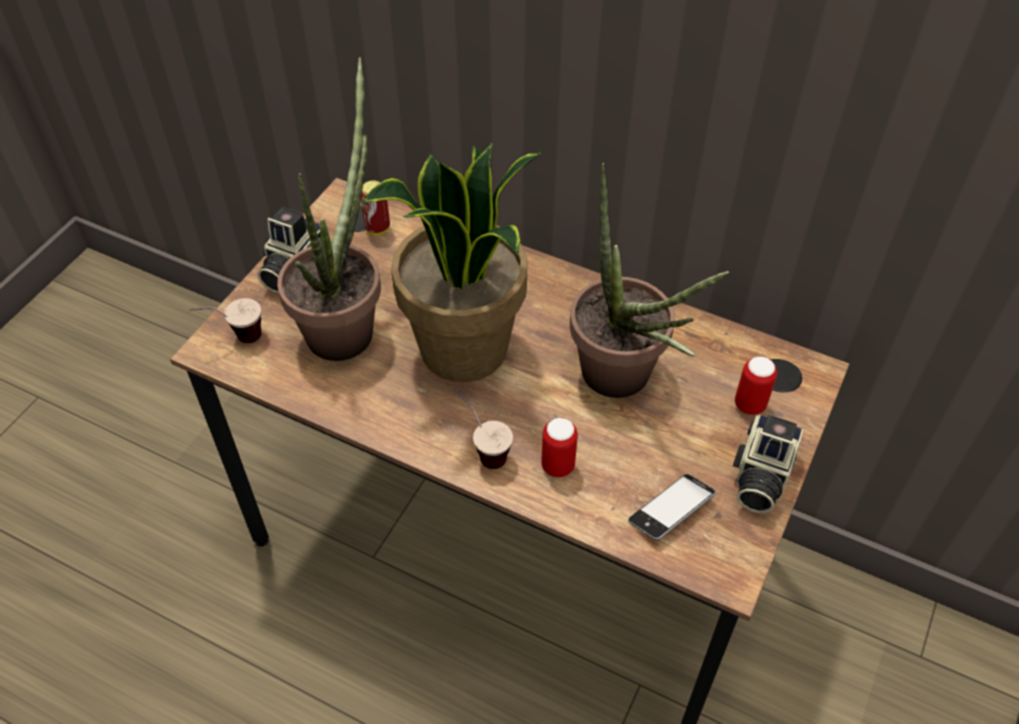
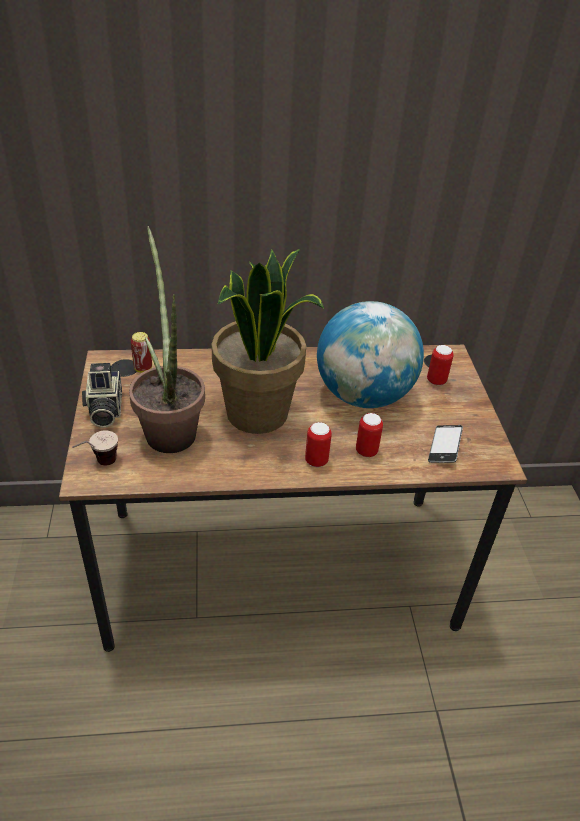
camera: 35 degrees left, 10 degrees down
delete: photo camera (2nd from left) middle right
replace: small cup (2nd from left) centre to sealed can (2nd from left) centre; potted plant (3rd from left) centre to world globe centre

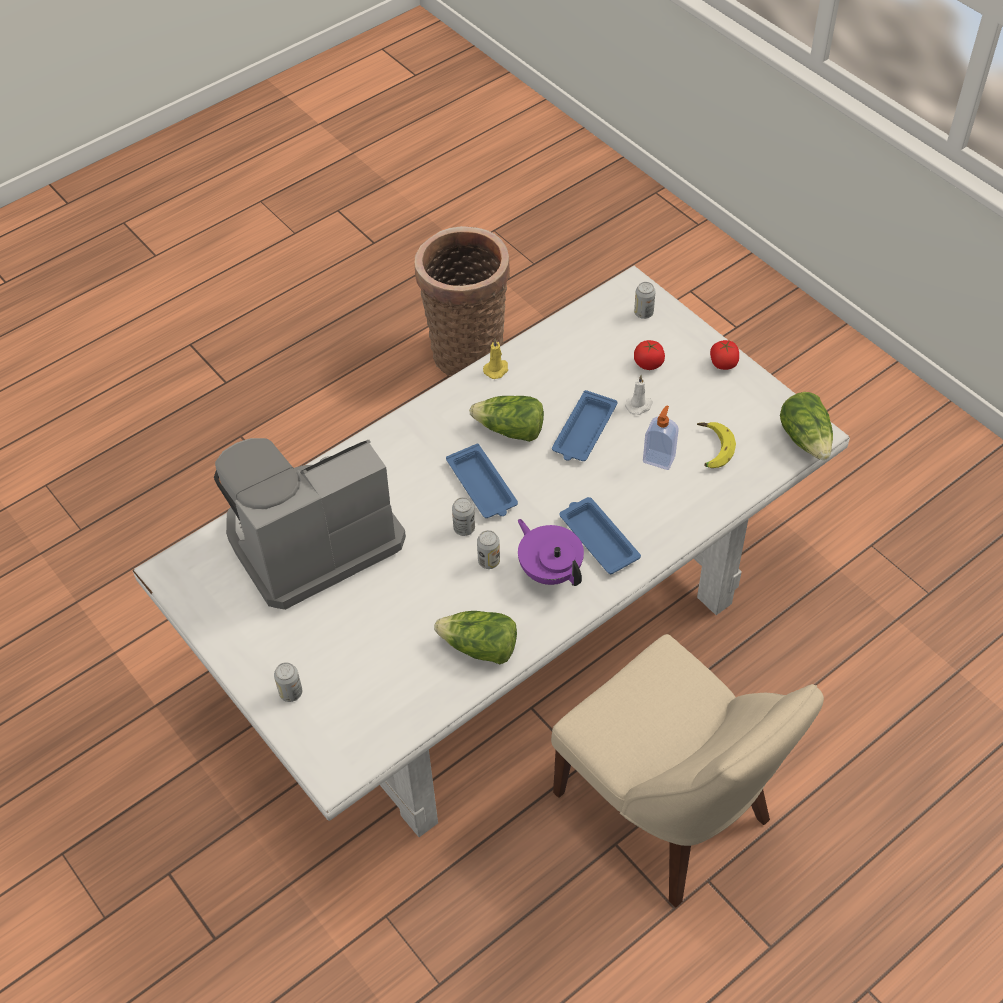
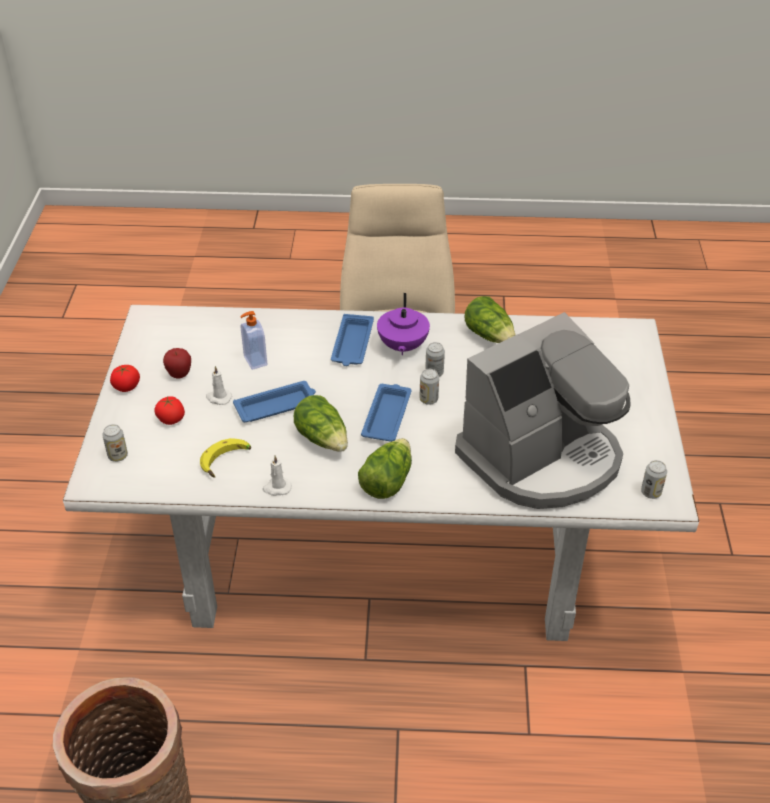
camera: 140 degrees left, 10 degrees down
insert: whole apple middle left
move: sealed can (1st from left in the first image) bottom left to sealed can (4th from left) middle right; banana fruit middle right to middle left; lettuce (3rd from left in the first image) middle right to lettuce (2nd from left) centre
recolor: wax light (yellow) centre to wax light (whitish) (2nd from left) centre
rotate: coffee machine middle left = middle right 45 degrees counterclockwise

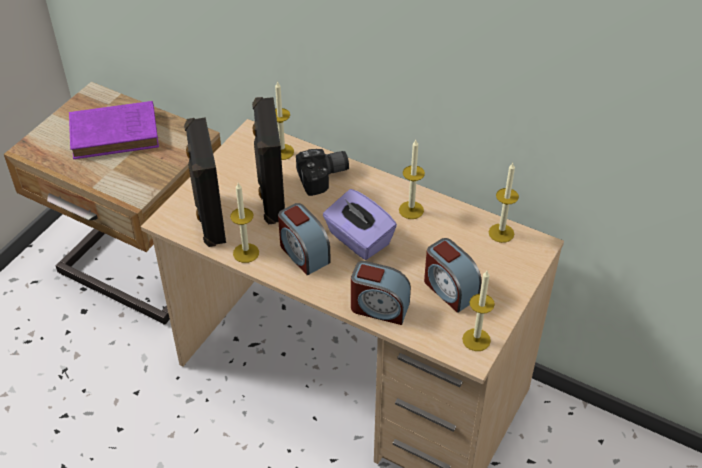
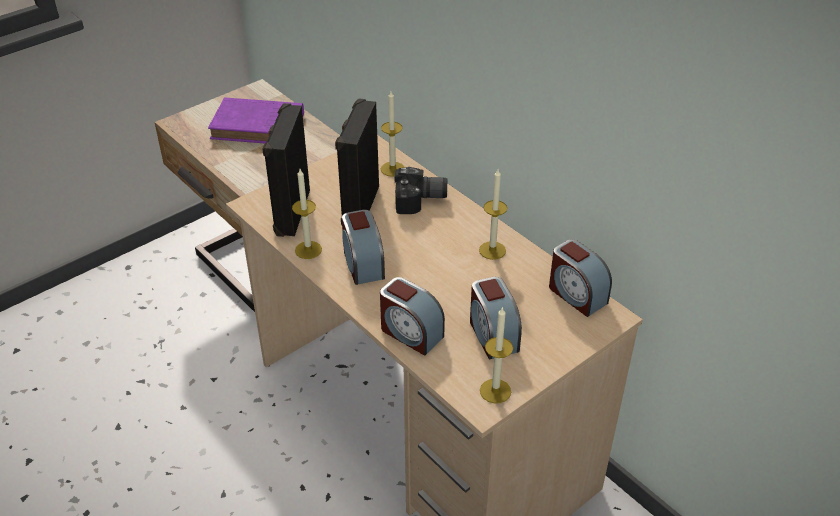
camera: 20 degrees right, 5 degrees down
delete: tissue holder (purple-coloured) centre
replace: wax light (5th from left) middle right to bedside clock (4th from left) middle right

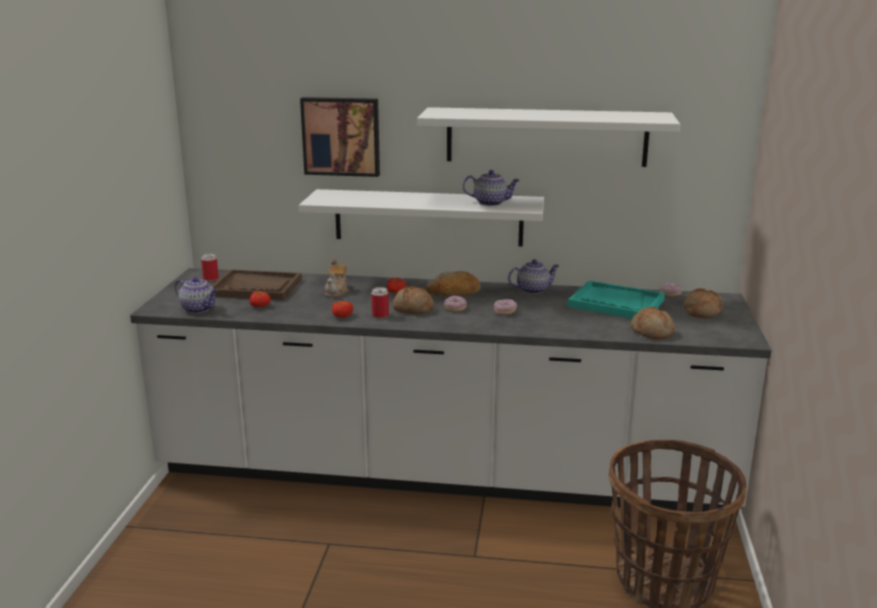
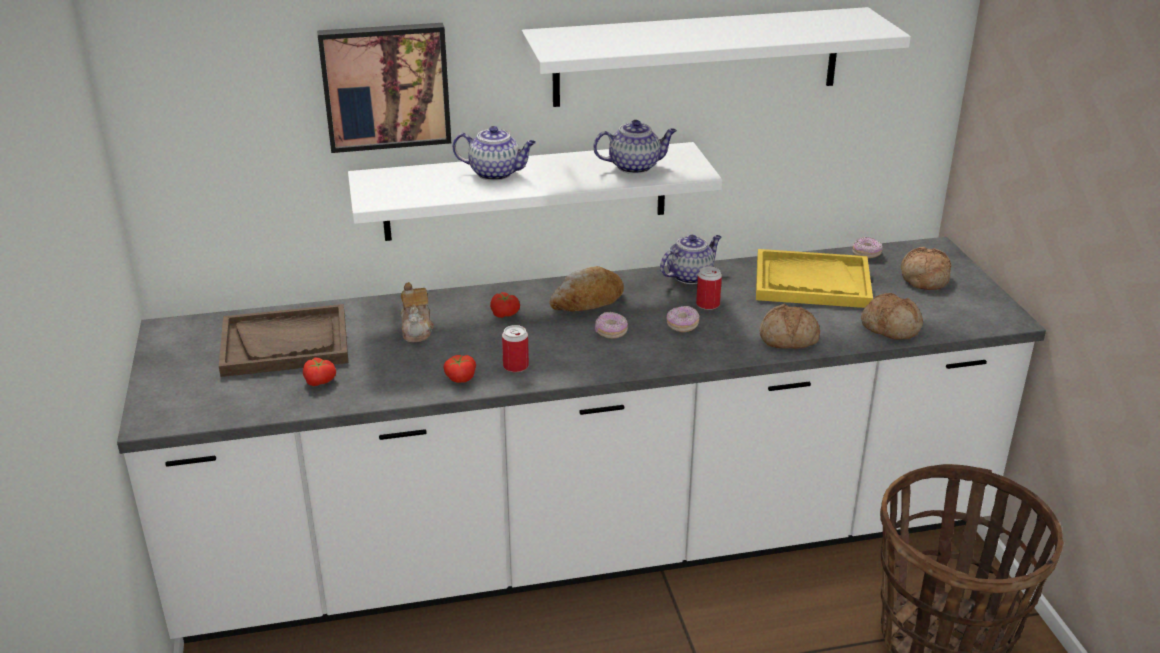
camera: 20 degrees left, 10 degrees up
move: pot for tea (1st from left in the first image) middle left to pot for tea (2nd from left) top centre; sealed can (1st from left in the first image) middle left to sealed can (2nd from left) centre; bread (1st from left in the first image) centre to bread (2nd from left) middle right
recolor: serving tray (turquoise-coloured) middle right to serving tray (yellow) middle right

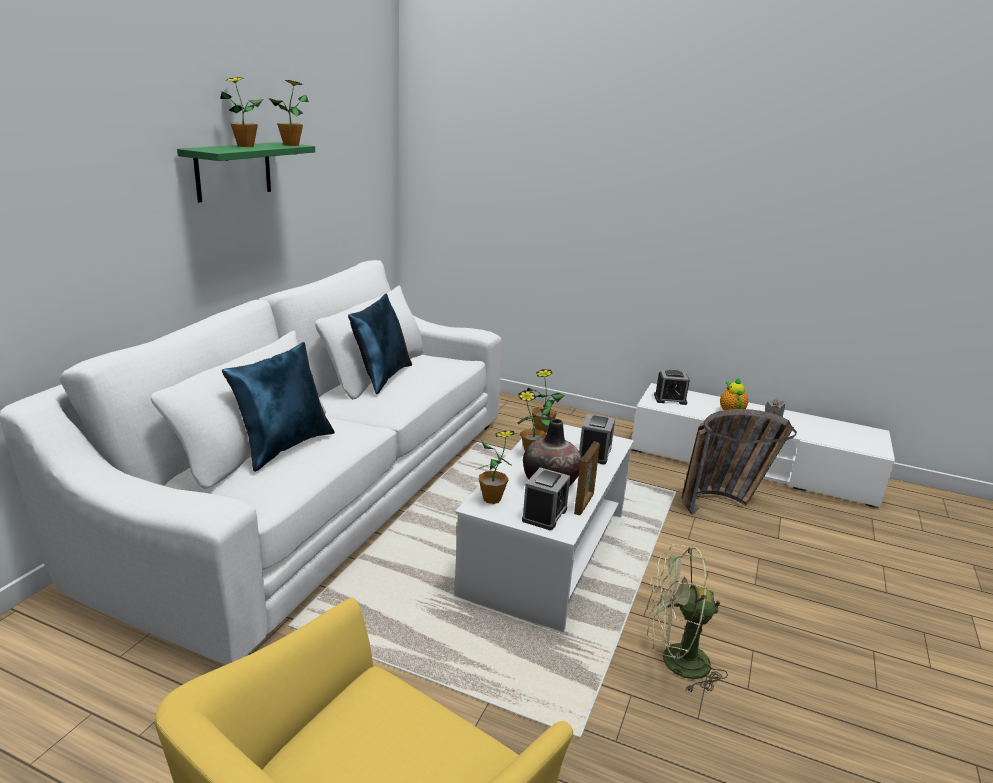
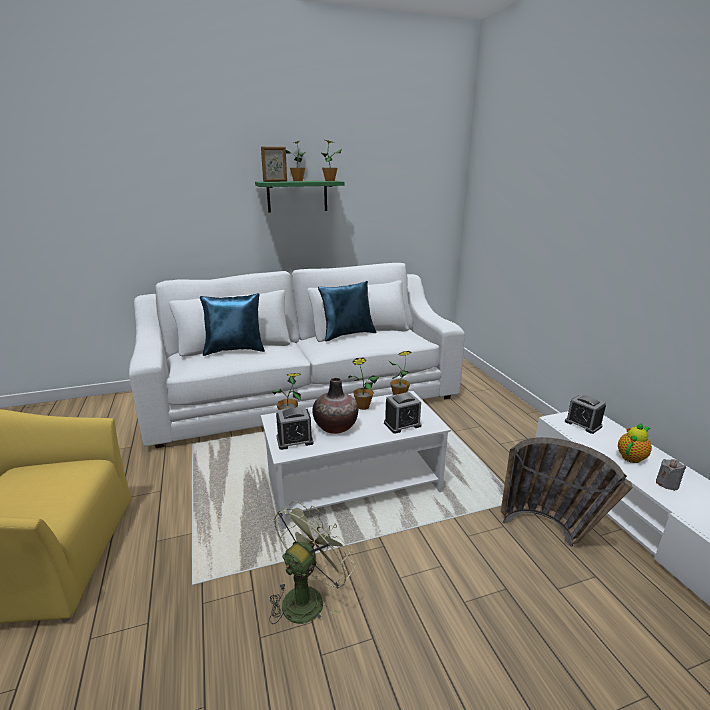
camera: 50 degrees right, 0 degrees up
move: standing frame centre to top centre
rotate: electric fan (green) bottom right = bottom centre 75 degrees clockwise

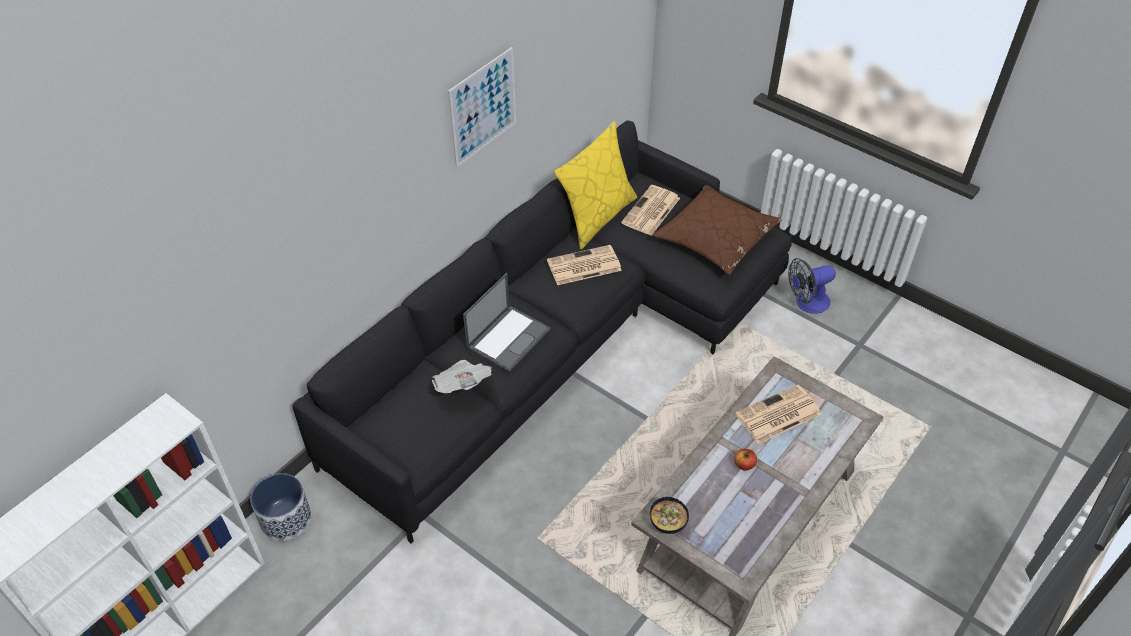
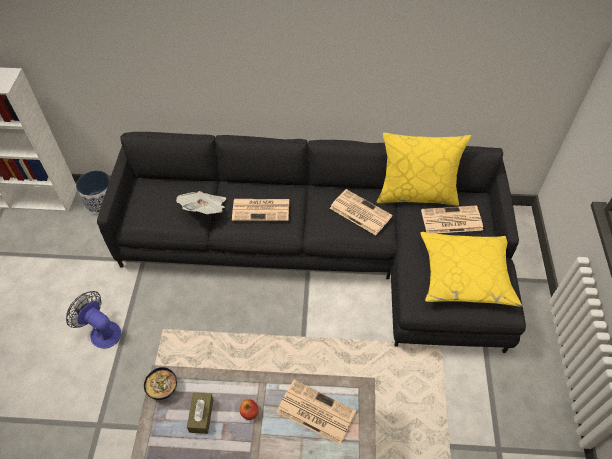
camera: 55 degrees right, 5 degrees up
delete: picture top centre
insert: tissue holder (brown-coloured) bottom left
move: electric fan middle right to bottom left
replace: notebook computer centre to daily paper (2nd from left) centre
recolor: throw pillow (brown-coloured) centre to throw pillow (yellow) (2nd from left) middle right

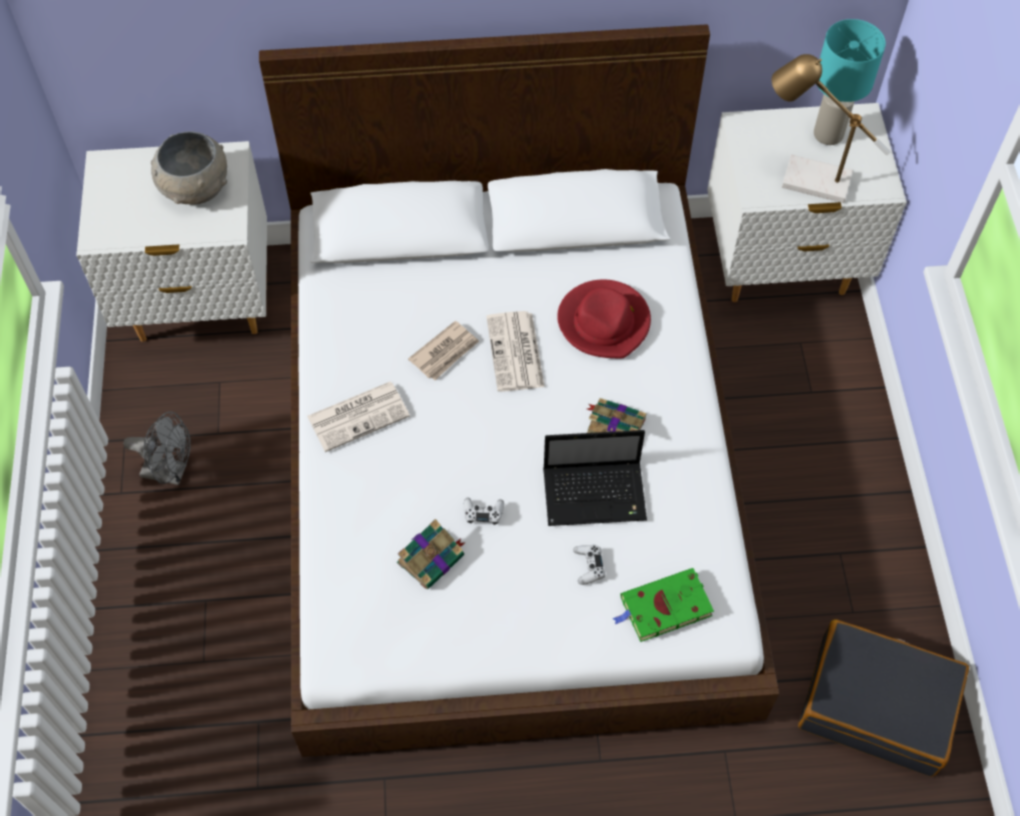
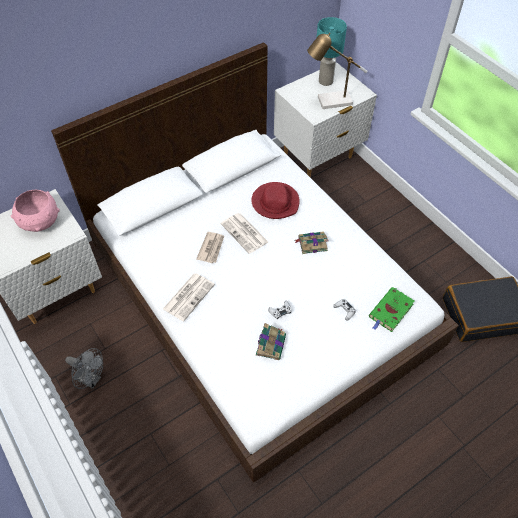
camera: 30 degrees left, 5 degrees down
delete: notebook computer centre
recolor: serving bowl (greyish) top left to serving bowl (pinkish) middle left
rotate: electric fan (greyish) middle left = bottom left 45 degrees clockwise

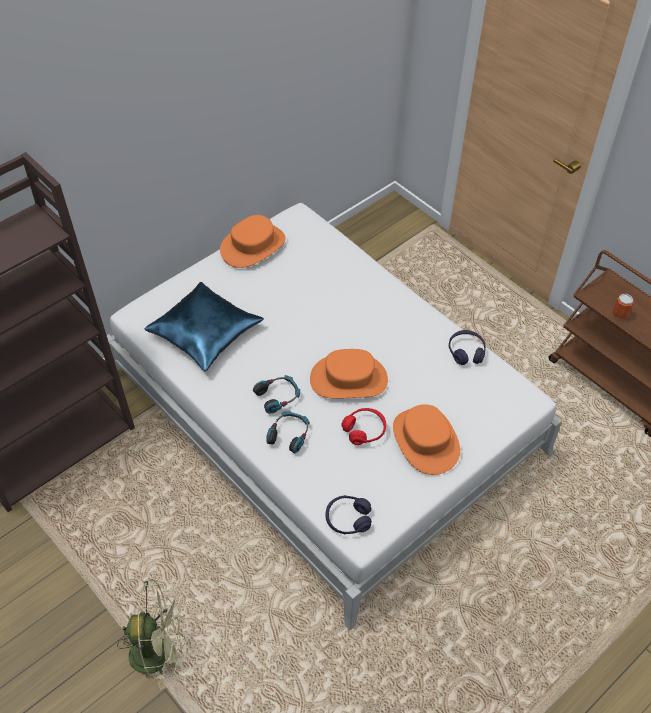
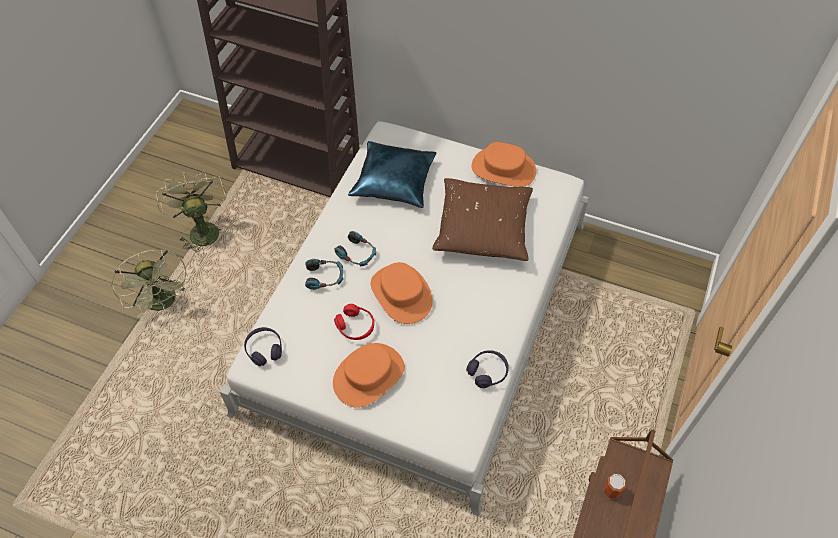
camera: 65 degrees right, 5 degrees up
insert: electric fan (green) (2nd from left) middle left; throw pillow (brown-coloured) centre

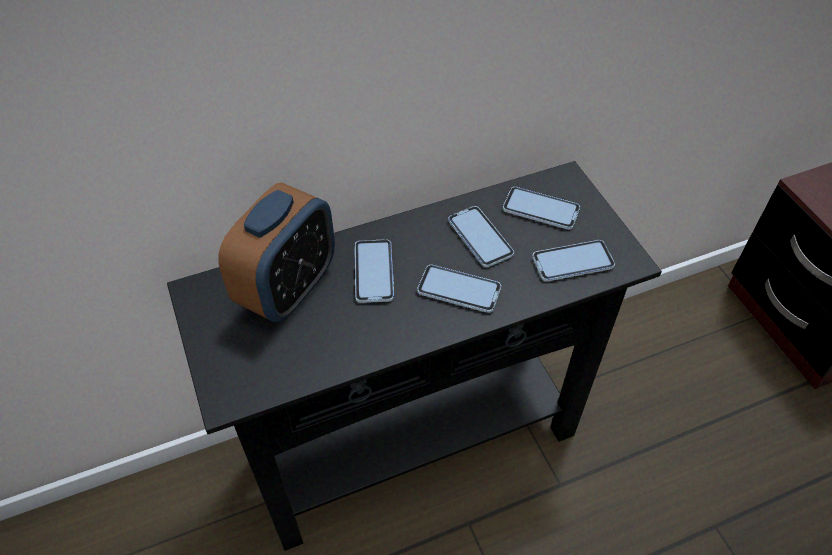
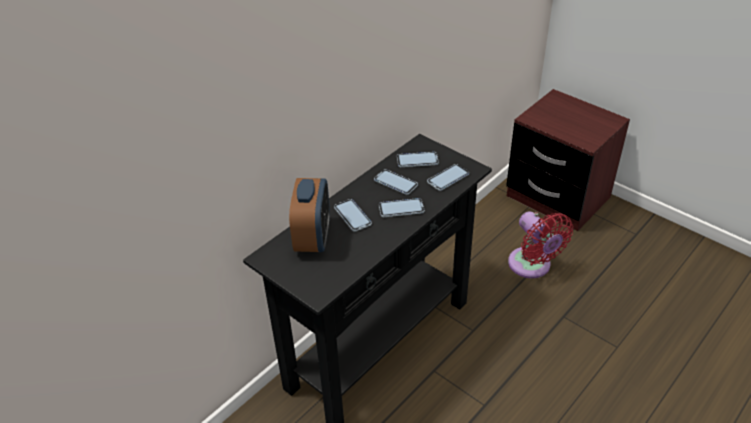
camera: 25 degrees left, 10 degrees down
insert: electric fan (reddish) middle right

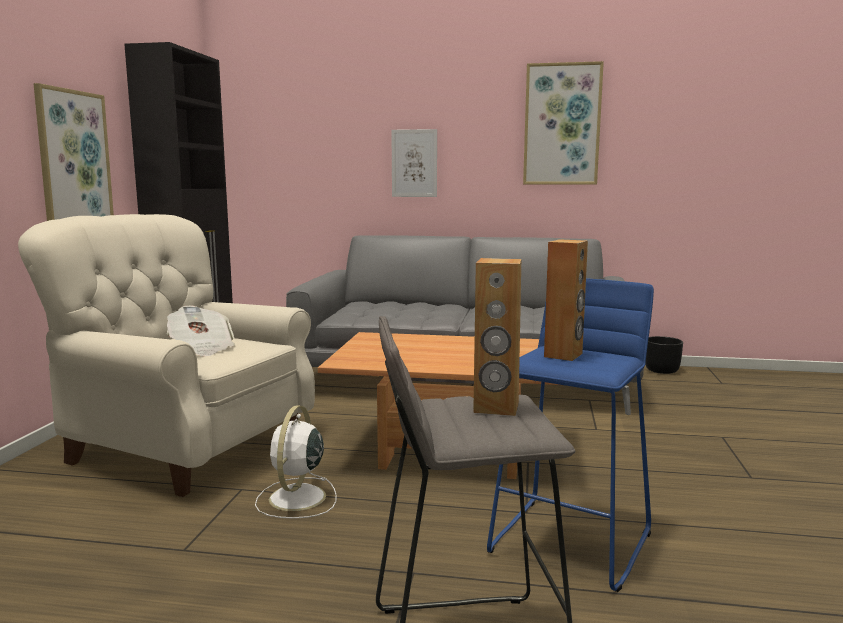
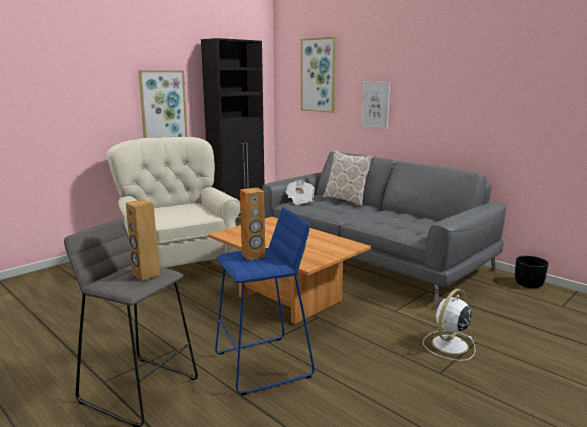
camera: 35 degrees right, 5 degrees up
insert: throw pillow centre
move: daily paper middle left to centre; electric fan (whitish) bottom centre to bottom right; picture (3rd from left in the first image) top right to picture (2nd from left) top centre

